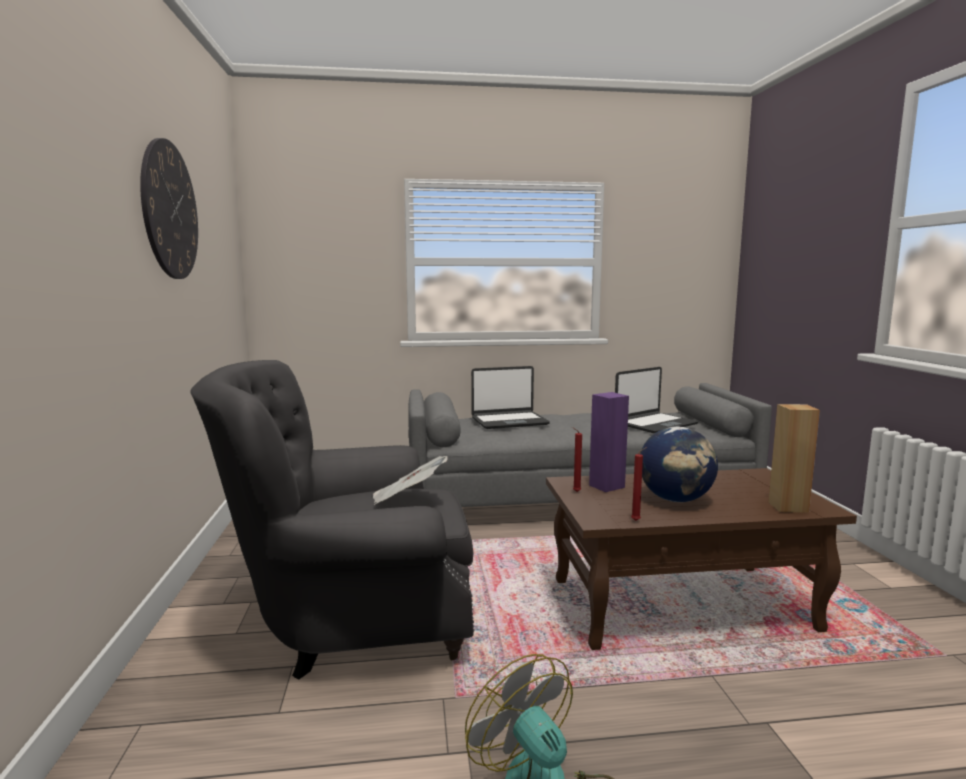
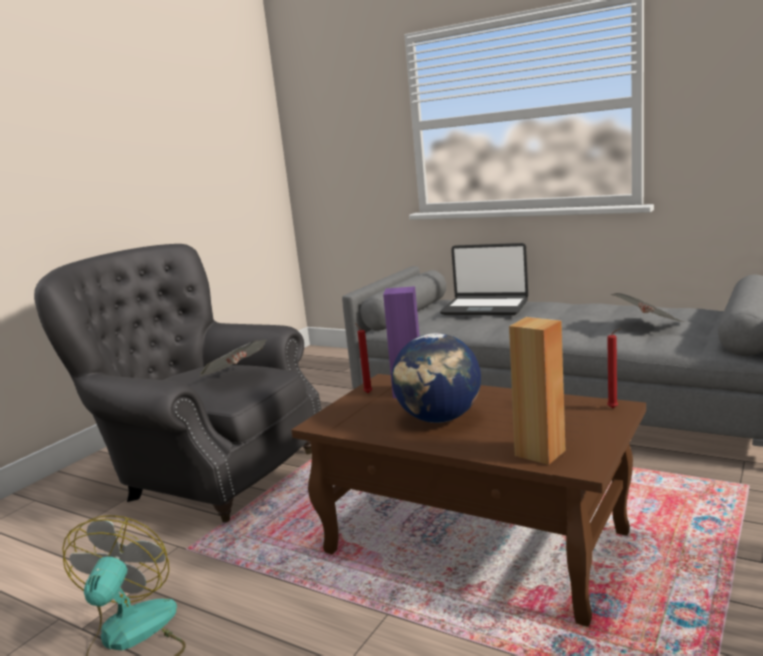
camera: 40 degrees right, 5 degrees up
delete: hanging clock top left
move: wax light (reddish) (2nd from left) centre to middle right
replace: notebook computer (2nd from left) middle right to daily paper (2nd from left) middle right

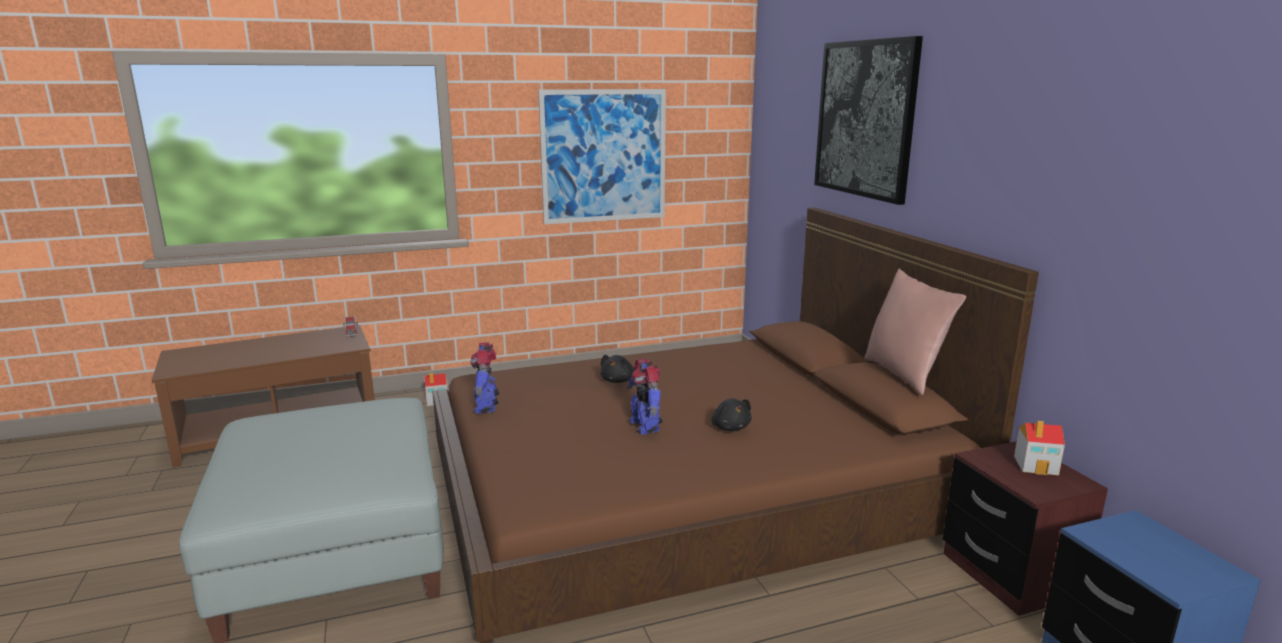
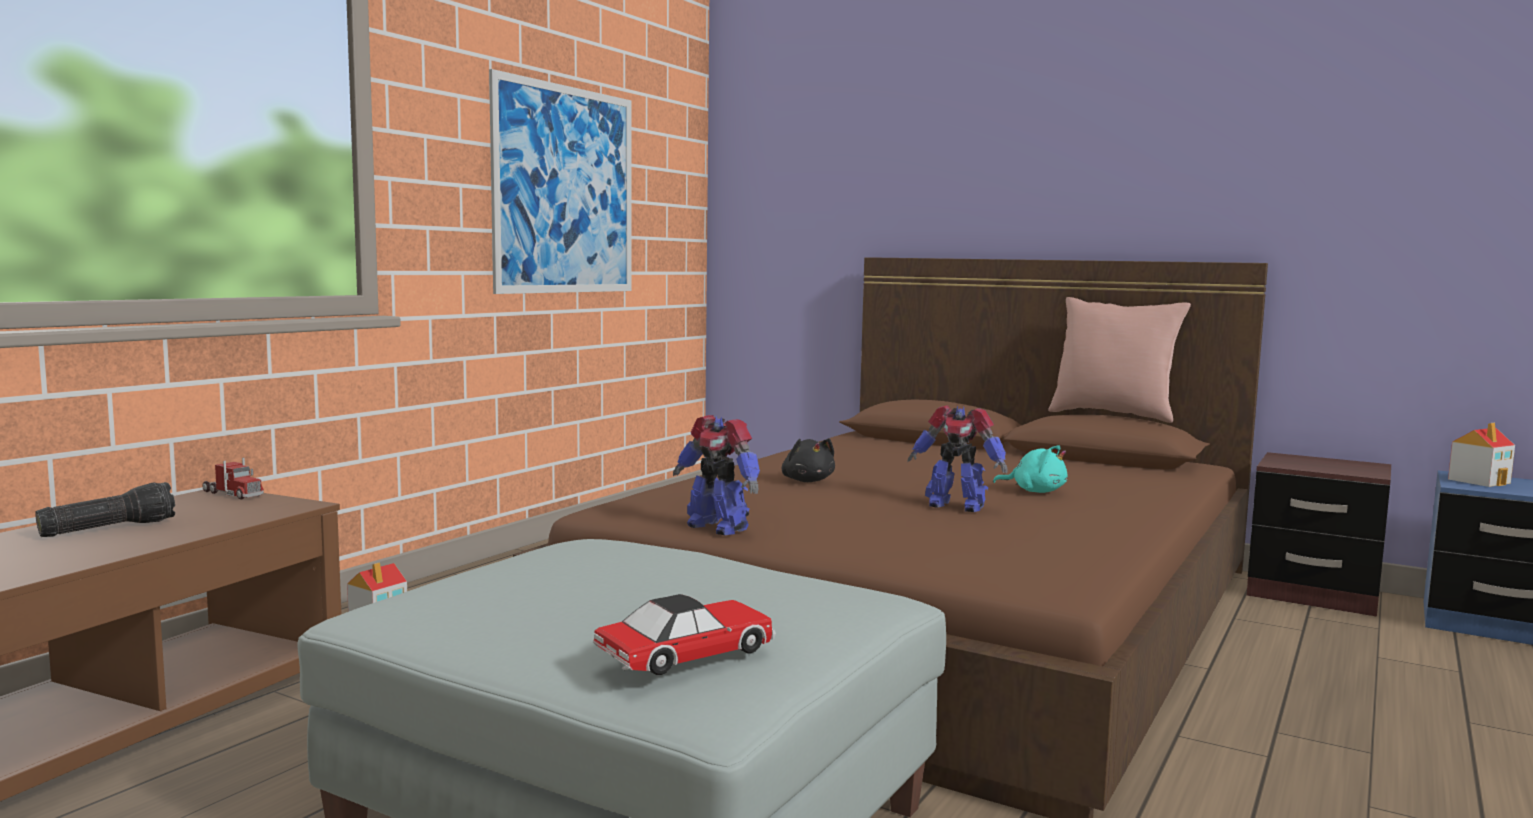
camera: 40 degrees left, 10 degrees down
delete: picture (2nd from left) top right
insert: hand torch middle left; toy car bottom centre
move: model house (2nd from left) bottom right to middle right
recolor: soft toy (blackish) (2nd from left) centre to soft toy (turquoise-coloured) middle right

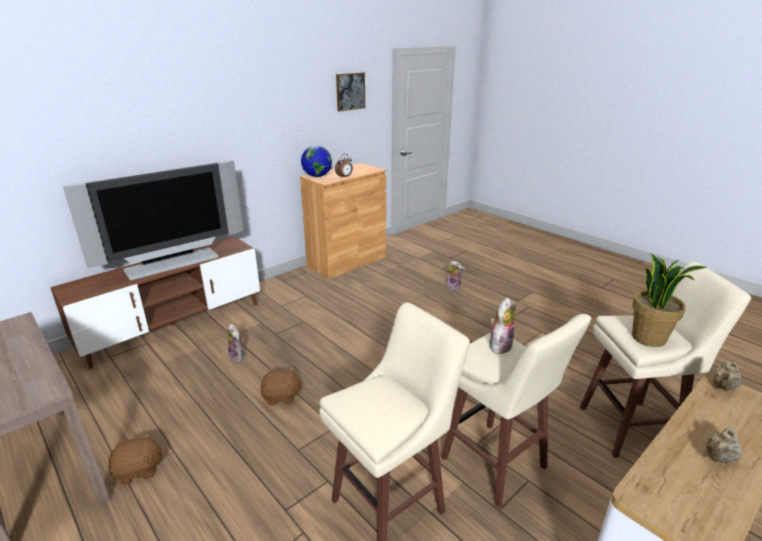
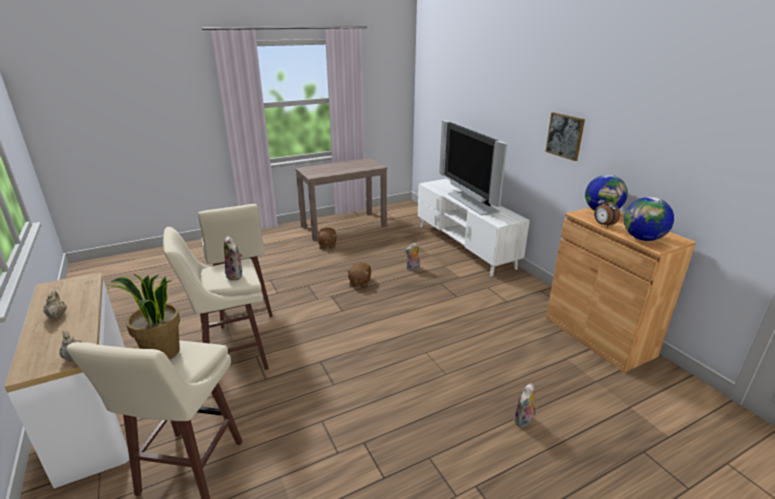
camera: 105 degrees right, 0 degrees up
insert: world globe (2nd from left) middle right
move: picture top centre to top right
recolor: tv unit (brown-coloured) middle left to tv unit (whitish) centre

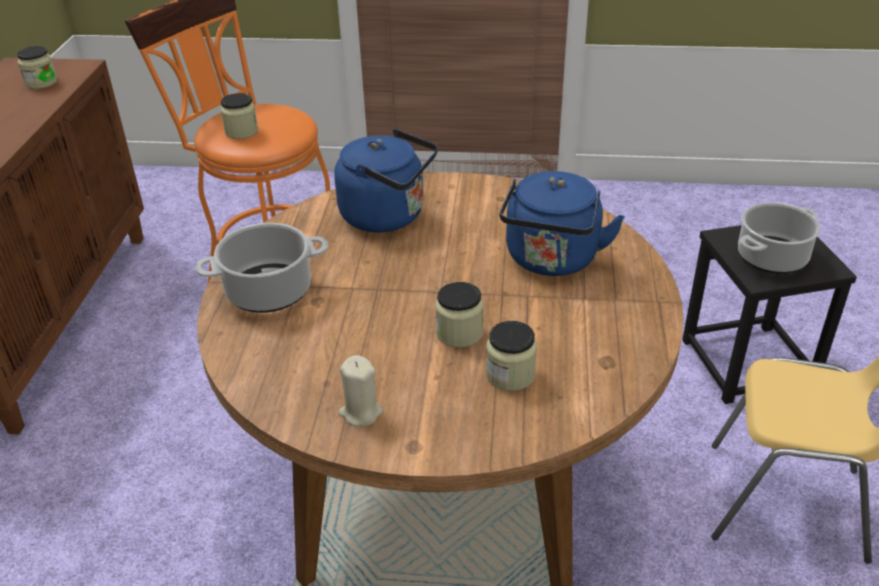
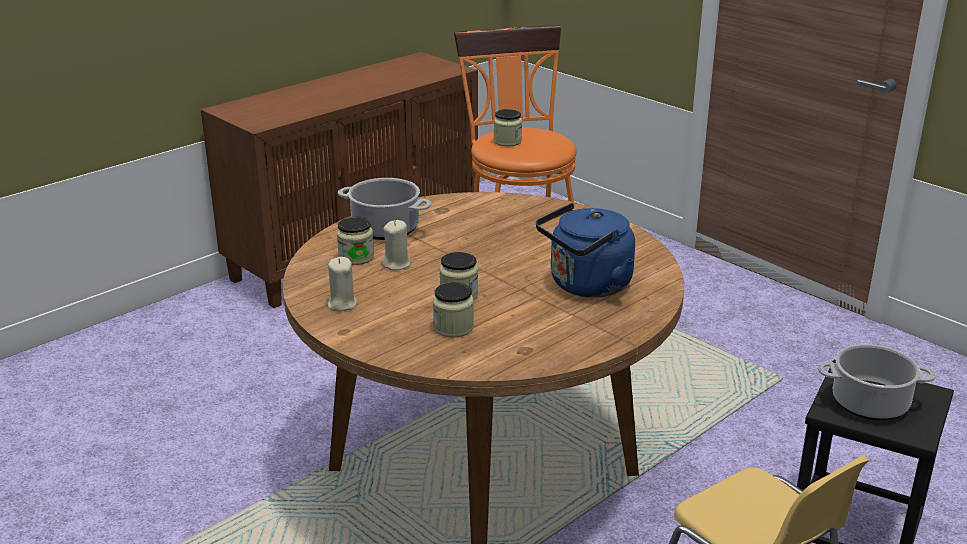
camera: 40 degrees right, 10 degrees down
delete: kettle (bluish) (1st from left) top centre
insert: wax light (beige) (2nd from left) centre
move: storage jar (1st from left) top left to centre

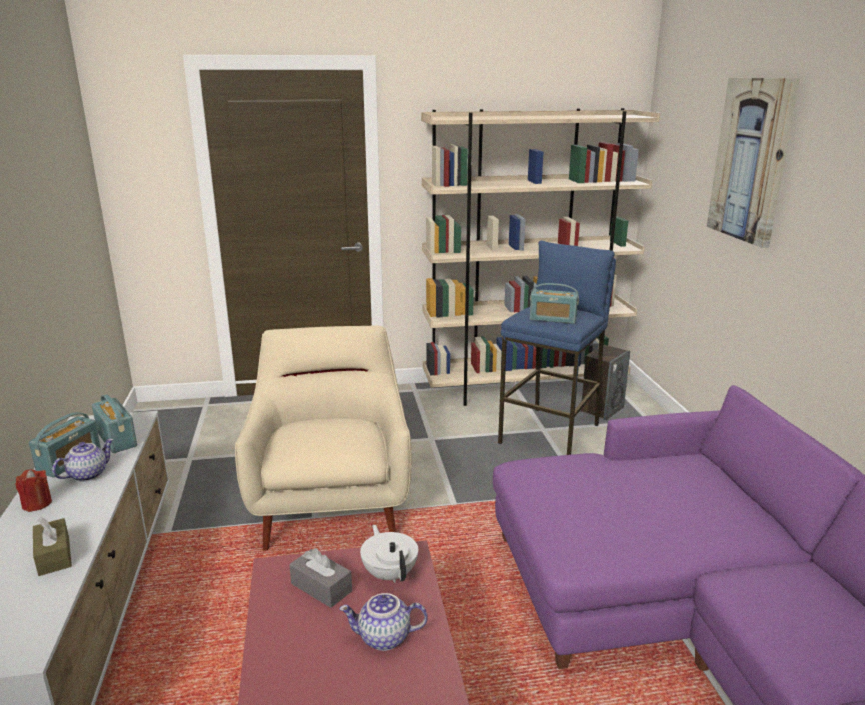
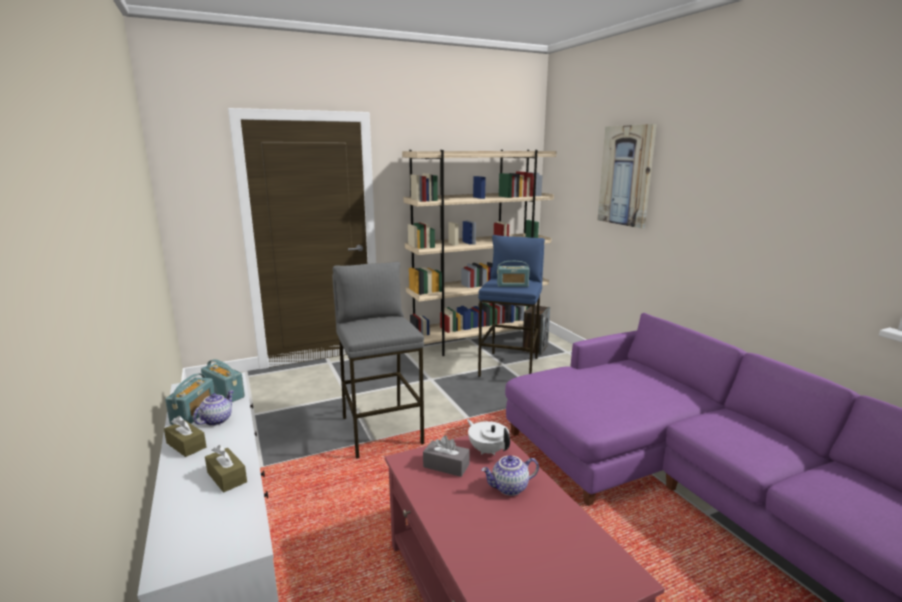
camera: 15 degrees left, 5 degrees down
replace: wax light (reddish) bottom left to tissue holder (brown-coloured) (1st from left) bottom left; armchair (beige) centre to stool seat (greyish) centre

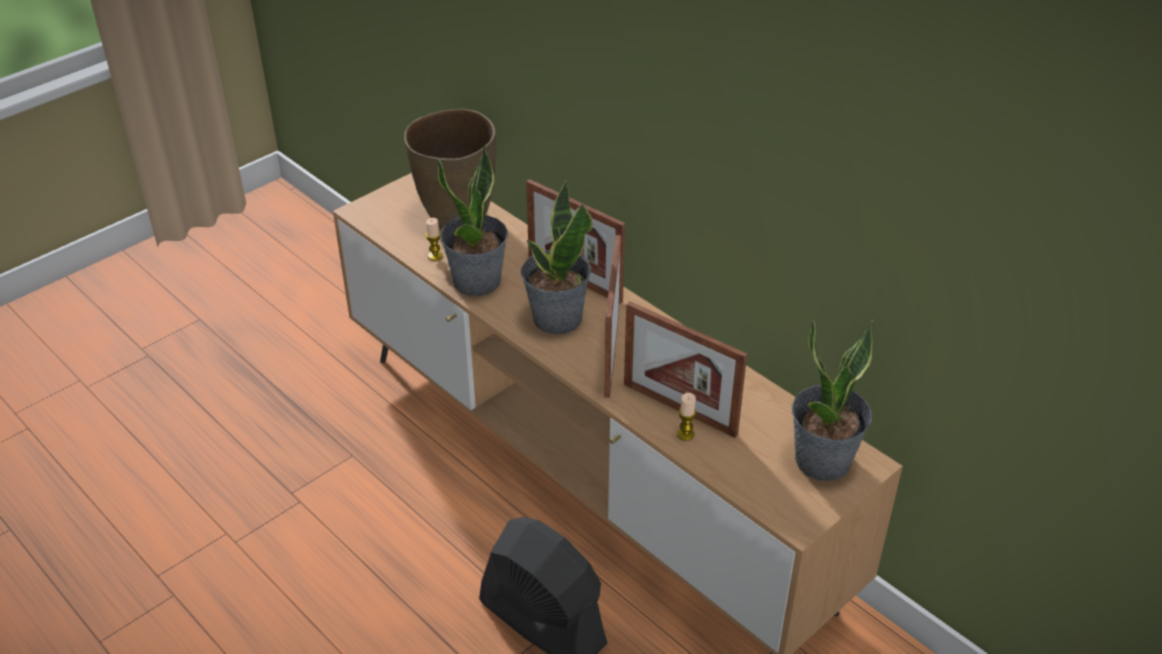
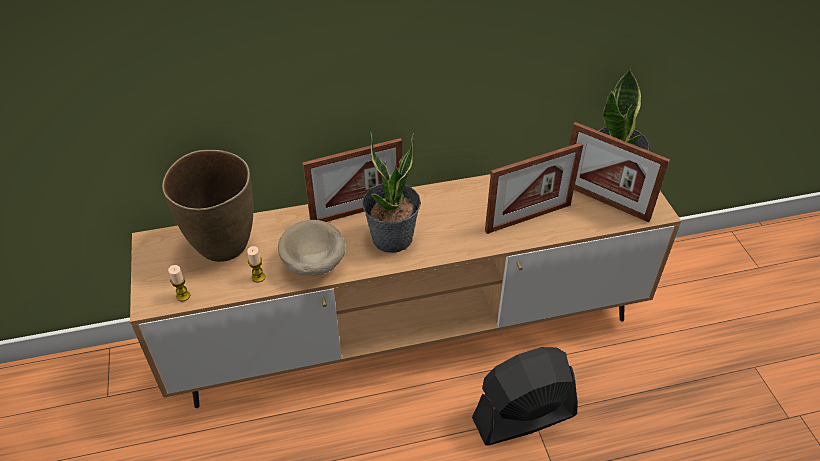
camera: 60 degrees left, 5 degrees up
move: standing frame (2nd from left in the first image) centre to standing frame (3rd from left) middle right; wax light (2nd from left in the first image) centre to wax light (1st from left) middle left
replace: potted plant (1st from left) centre to serving bowl (beige) centre

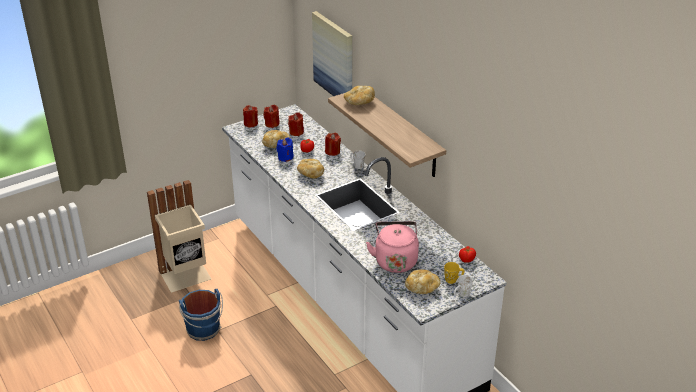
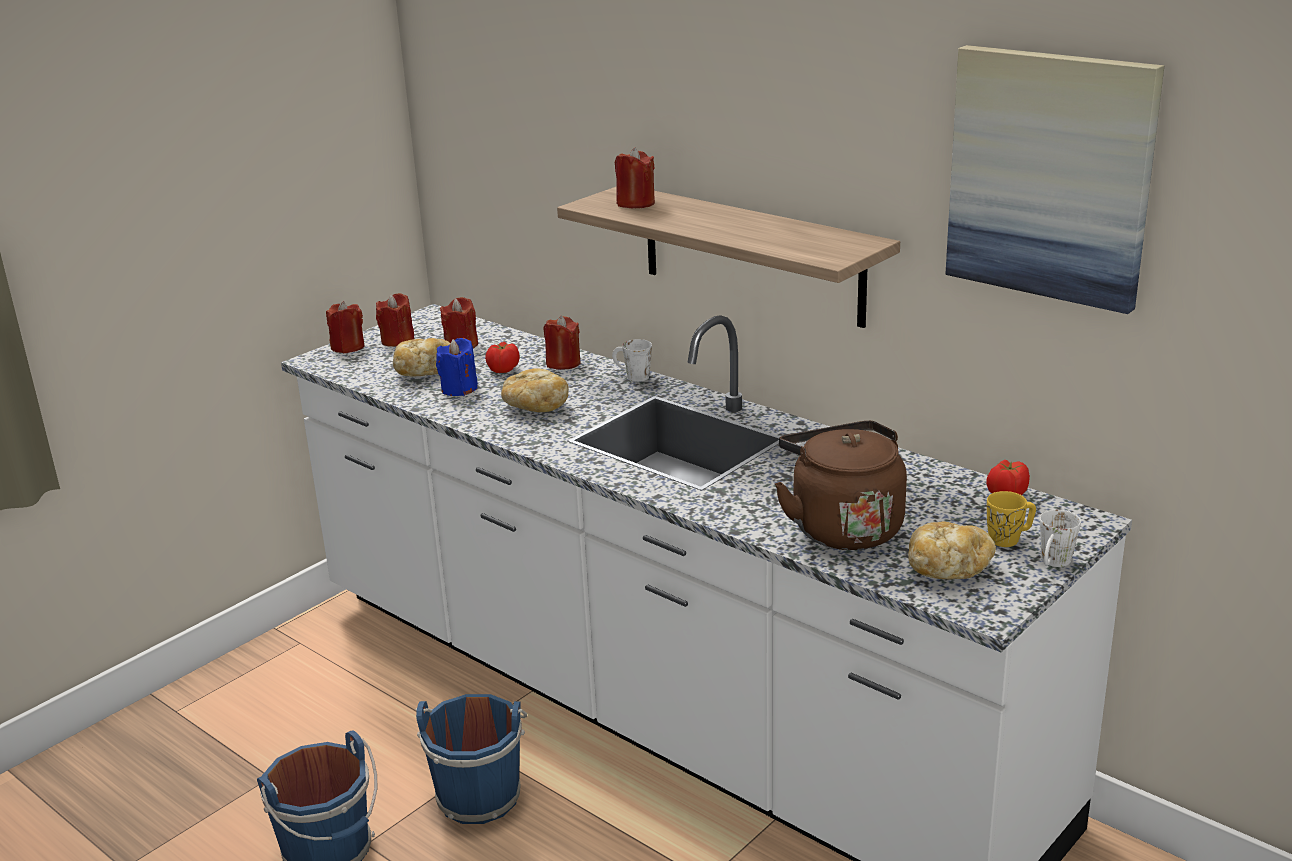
camera: 15 degrees left, 10 degrees down
delete: trash can (beige) middle left
insert: pail (bluish) (2nd from left) bottom centre
move: picture top centre to top right
replace: bread (3rd from left) top centre to wax light (reddish) (5th from left) top centre
recolor: kettle (pinkish) centre to kettle (brown-coloured) centre

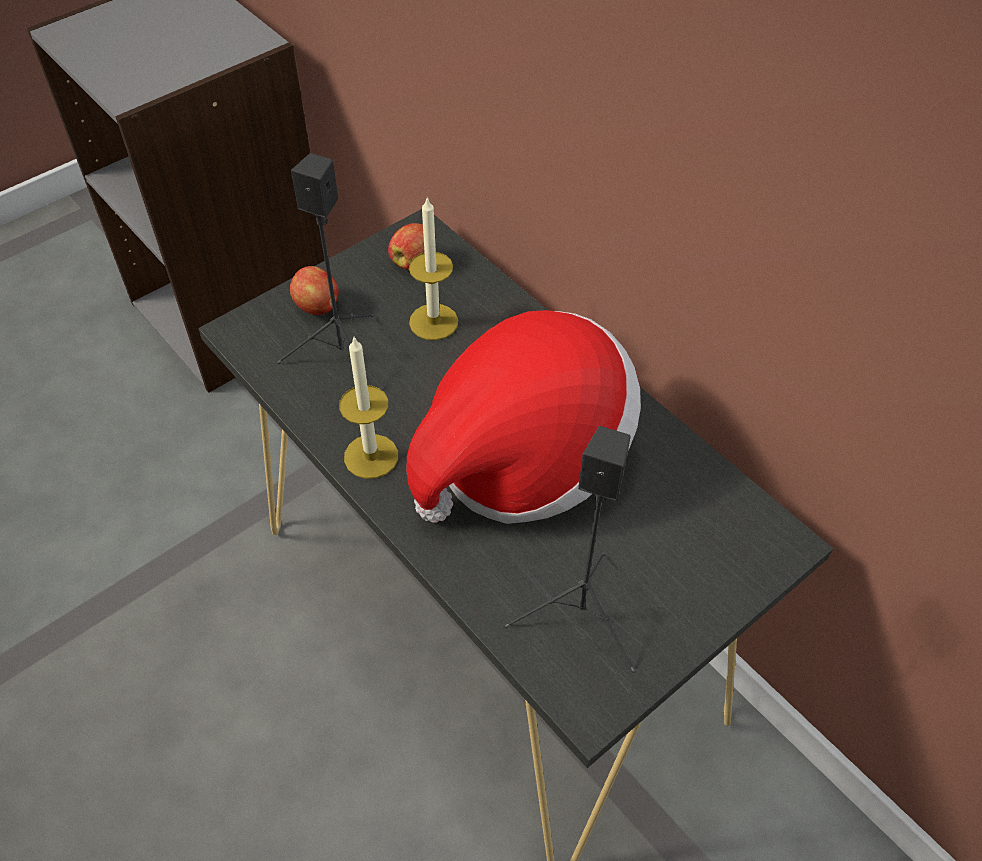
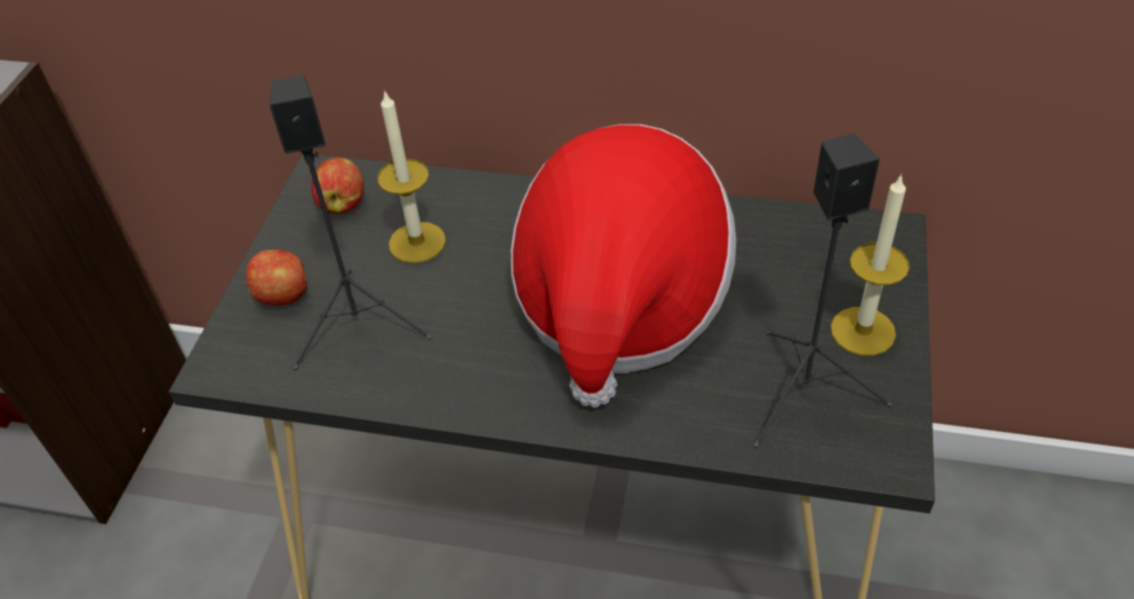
camera: 35 degrees left, 5 degrees down
move: wax light (1st from left in the first image) centre to wax light (2nd from left) middle right

